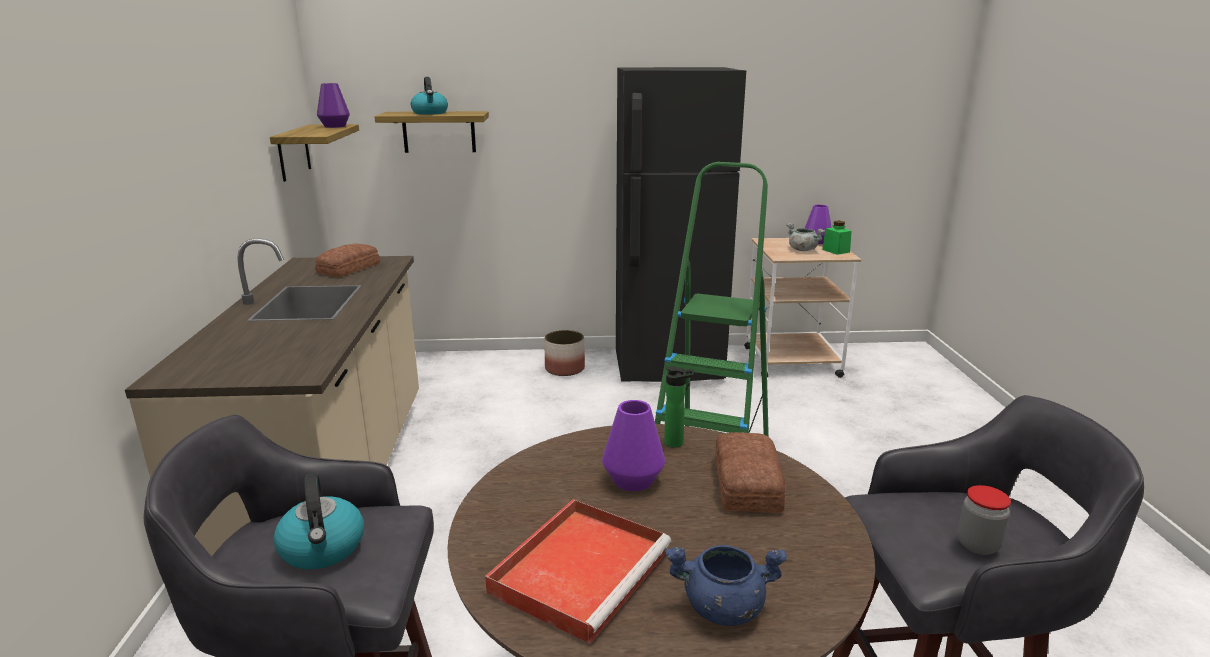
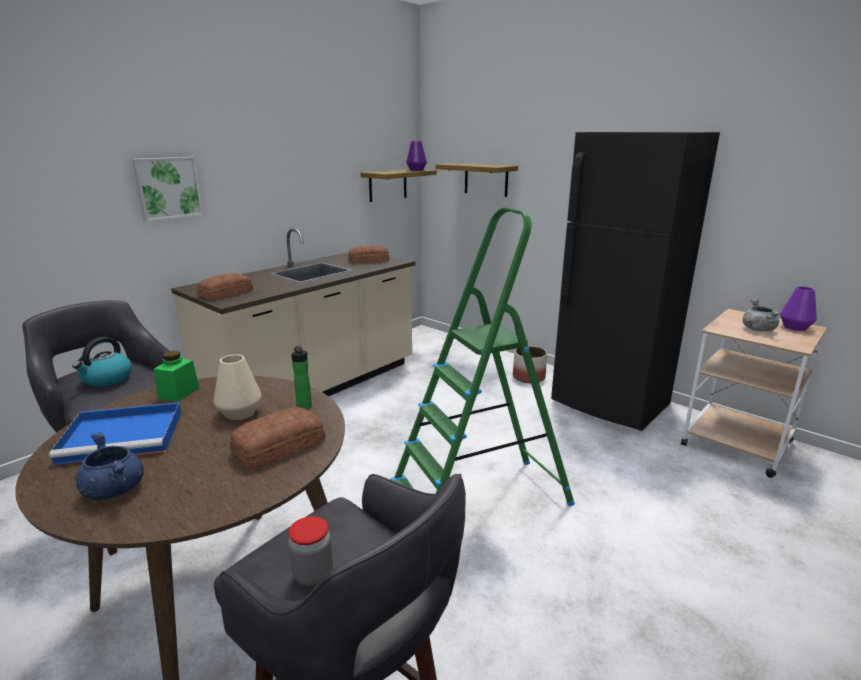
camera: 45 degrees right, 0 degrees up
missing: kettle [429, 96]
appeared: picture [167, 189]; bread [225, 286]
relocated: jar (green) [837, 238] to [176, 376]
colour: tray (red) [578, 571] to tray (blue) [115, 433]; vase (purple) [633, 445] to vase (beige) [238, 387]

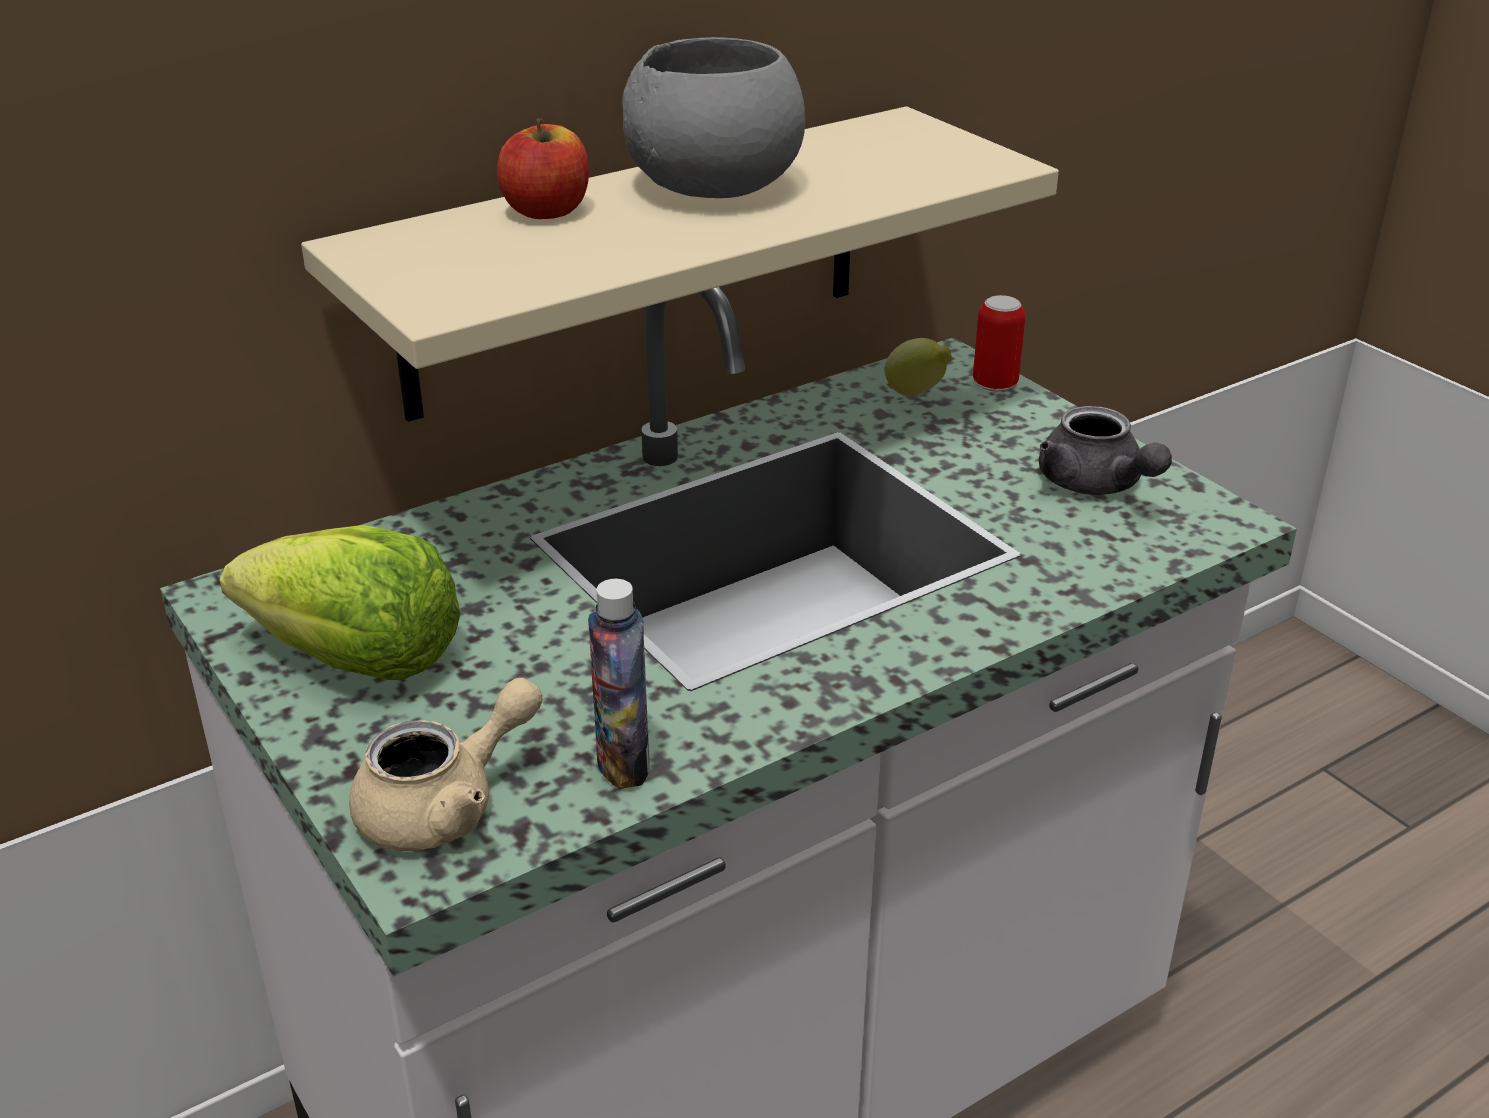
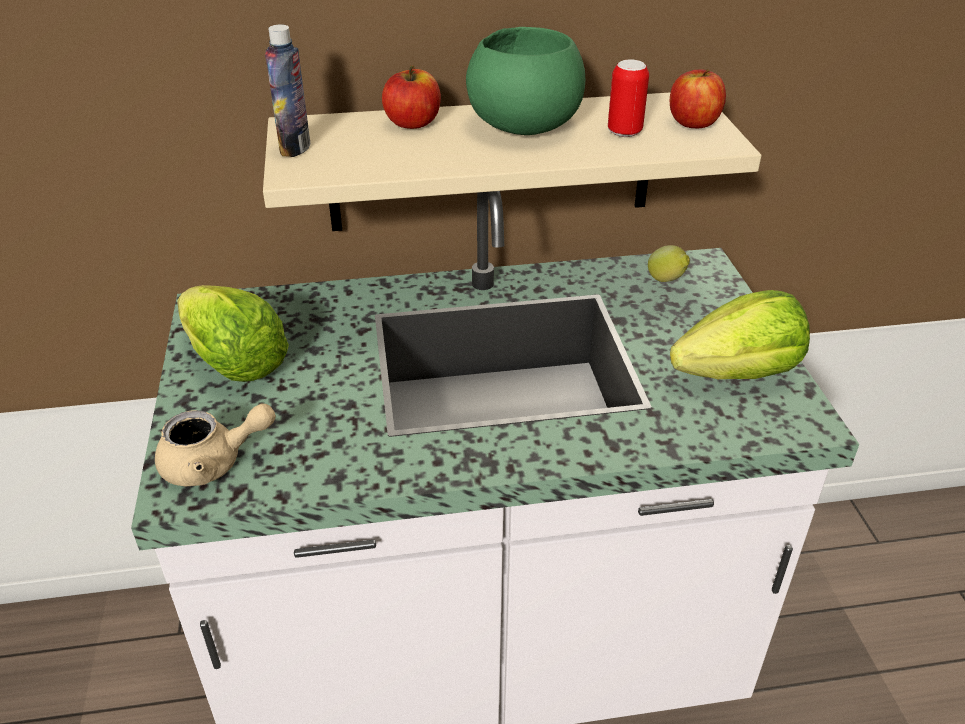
camera: 25 degrees right, 5 degrees up
appeared: apple [698, 98]
relocated: bottle [619, 684] to [287, 90]; can [999, 343] to [628, 98]
exchanged: teapot (grey) [1105, 450] to lettuce [740, 334]
colour: bowl (grey) [713, 117] to bowl (green) [525, 81]

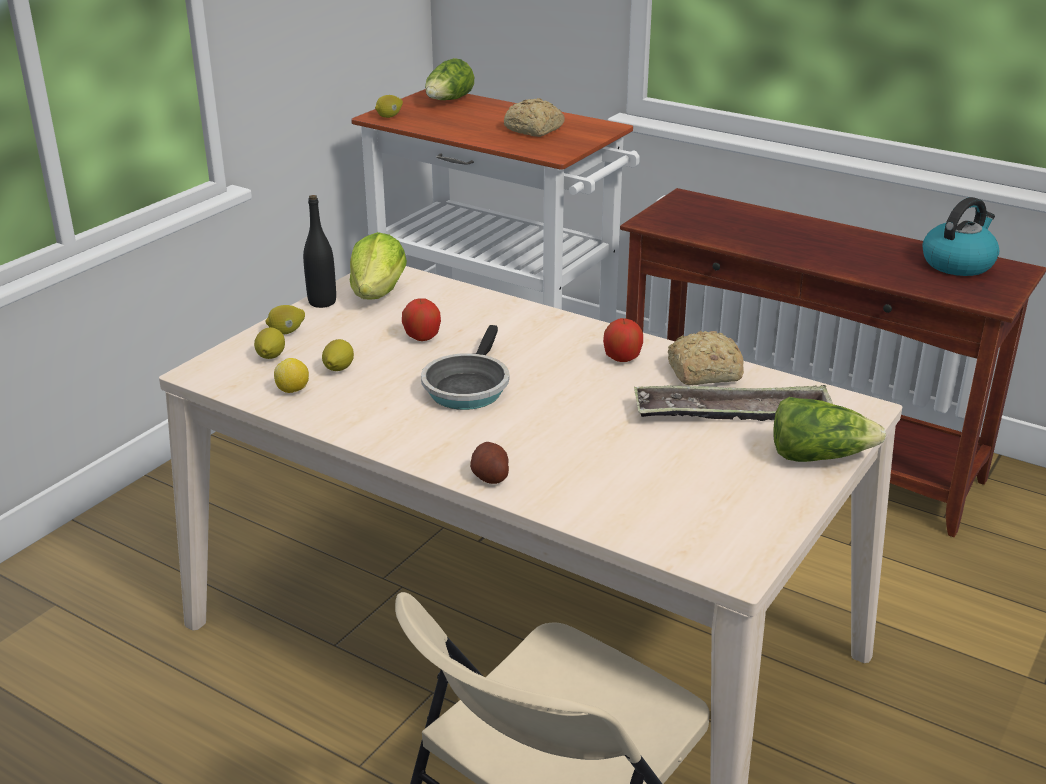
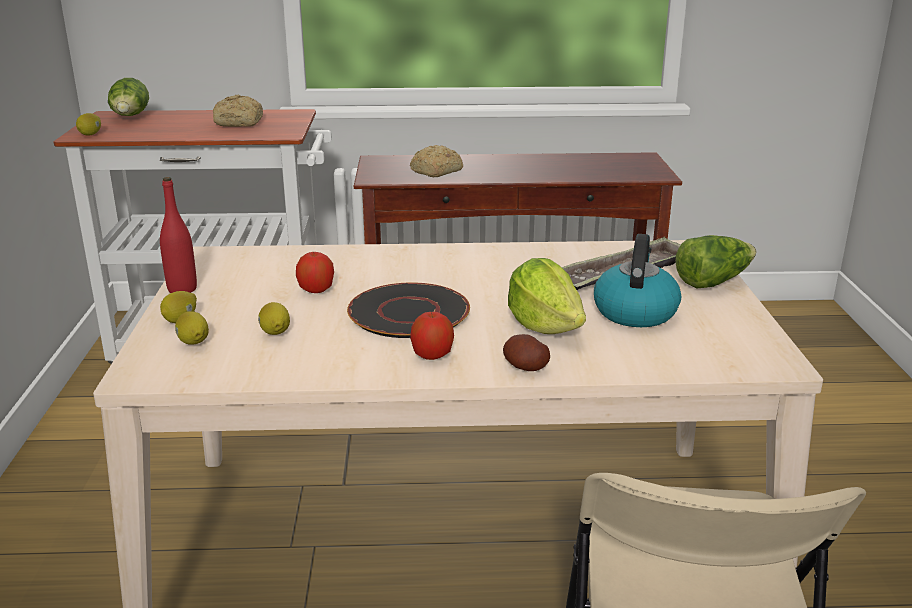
camera: 35 degrees left, 5 degrees down
missing: lemon [291, 375]
relocated: bread [706, 358] to [436, 161]; apple [623, 340] to [432, 336]; lettuce [378, 265] to [547, 296]; kettle [960, 236] to [637, 280]
exchanged: frying pan [465, 367] to plate (black) [408, 310]
colour: bottle (black) [319, 251] to bottle (red) [178, 235]

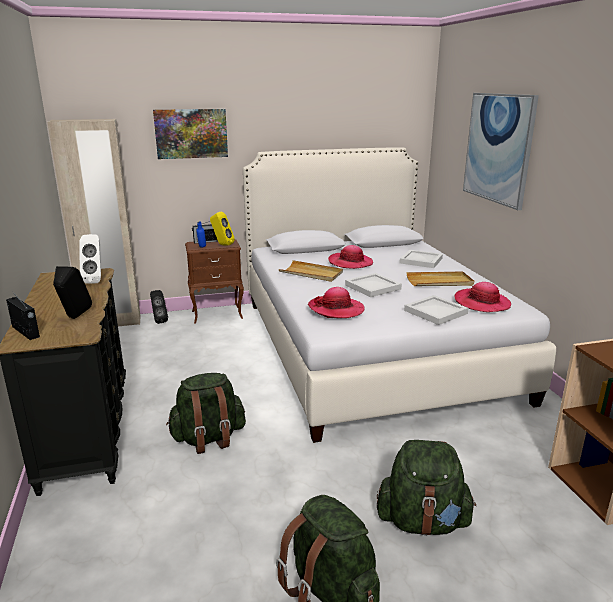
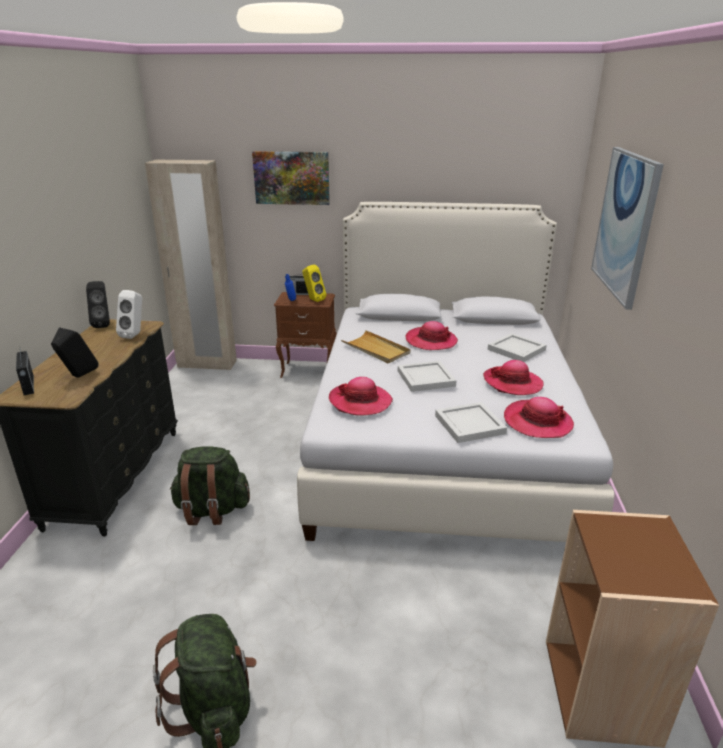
camera: 20 degrees right, 5 degrees up
missing: backpack (green) [426, 488]
relocated: speaker (black) [159, 307] to [98, 304]
exchanged: tray (beige) [440, 278] to hat [513, 377]

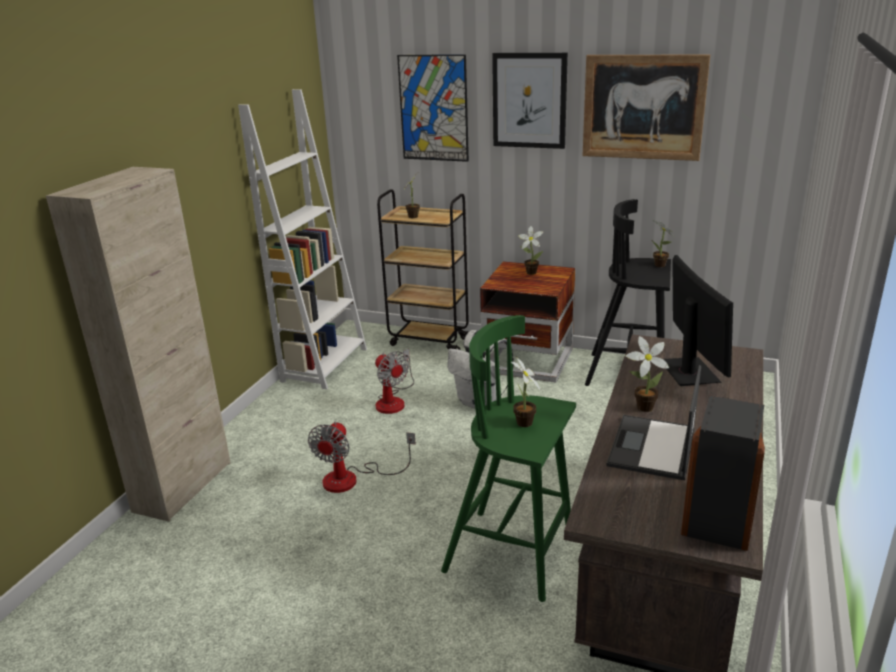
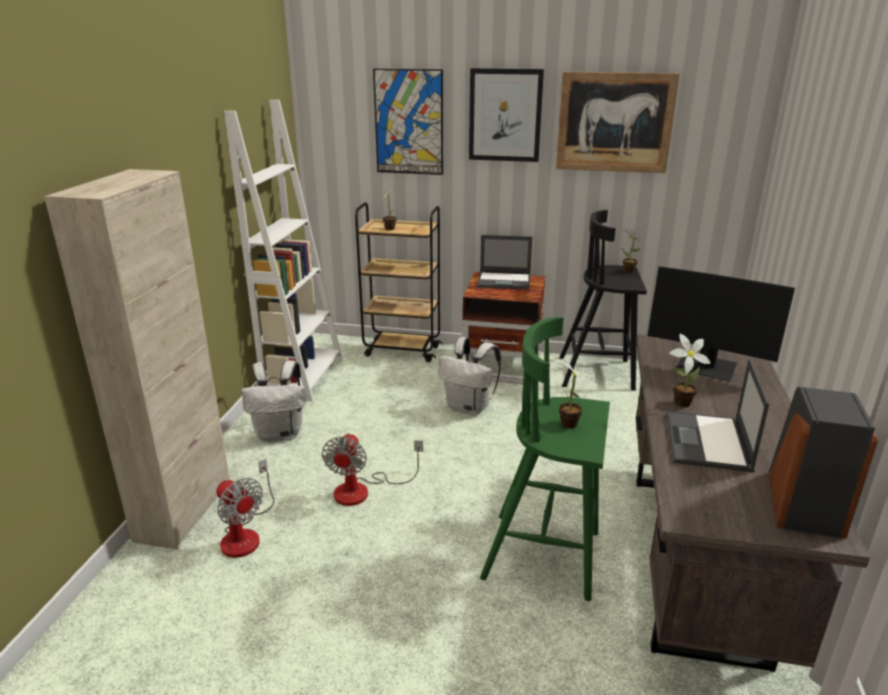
camera: 10 degrees left, 0 degrees up
appeared: backpack (white) [274, 401]
relocated: fan [394, 381] to [245, 508]
exchanged: potted plant [530, 250] to laptop [504, 262]
spun: monitor [698, 320] = [721, 323] 135 degrees clockwise

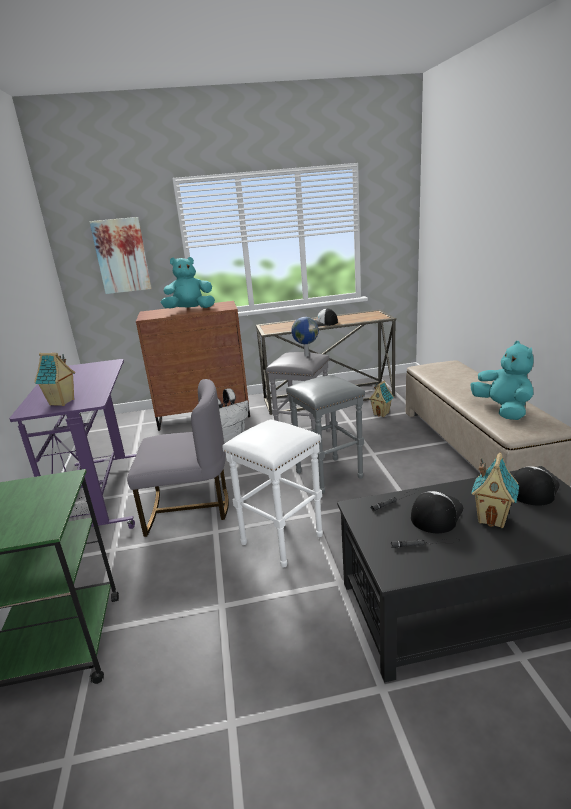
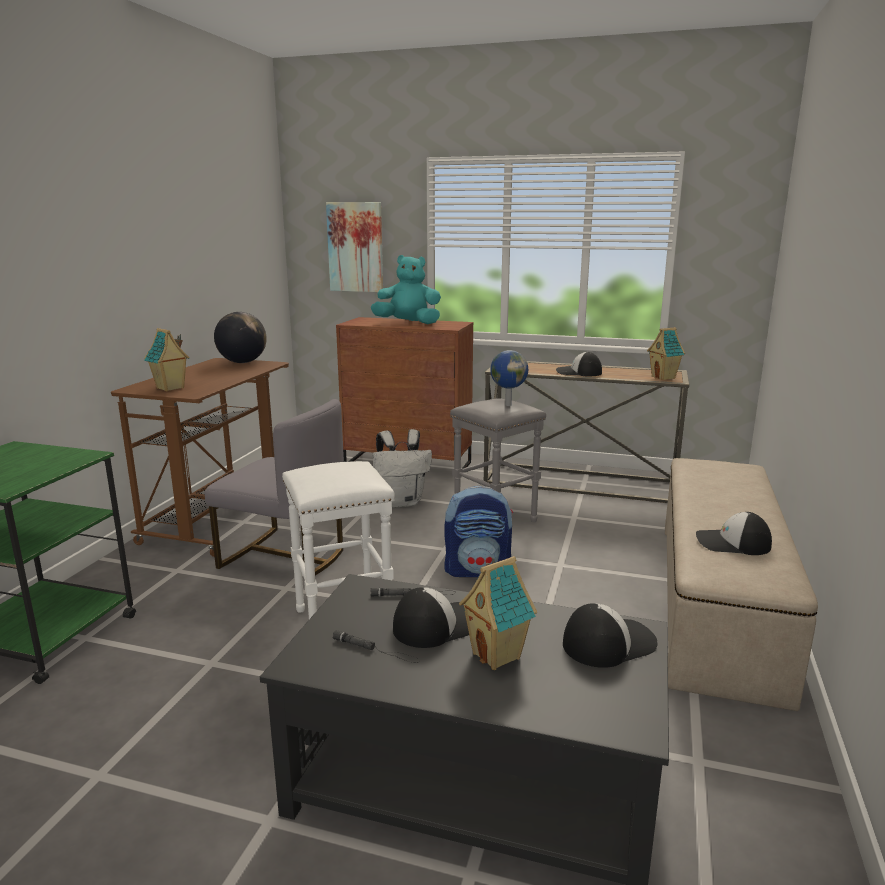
camera: 25 degrees right, 5 degrees down
appeared: globe [240, 337]
relocated: toy house [381, 398] to [666, 353]
exchanged: stool (grey) [325, 434] to backpack [479, 531]; plush toy (turquoise) [501, 380] to cap [734, 533]
colour: desk (purple) [73, 444] to desk (brown) [200, 457]

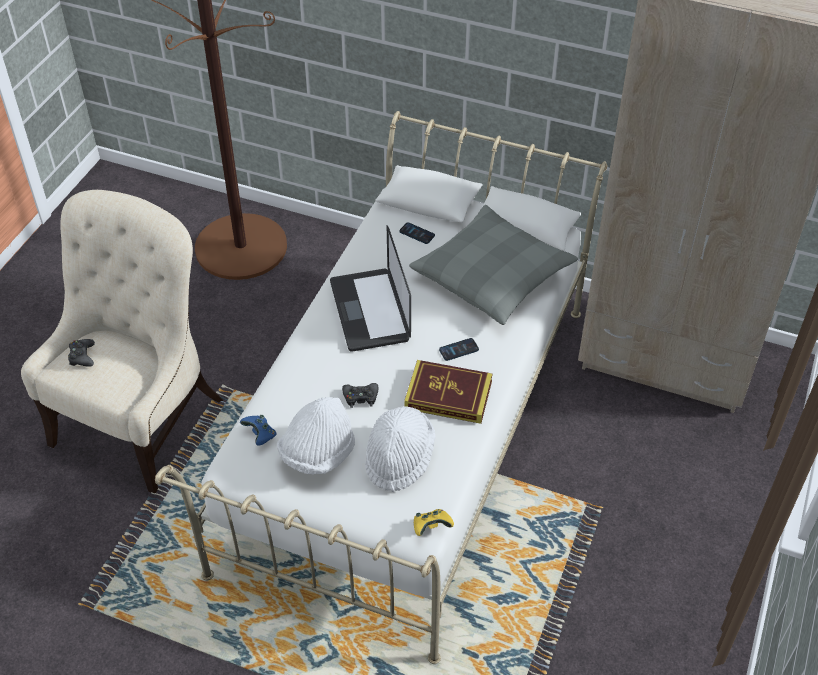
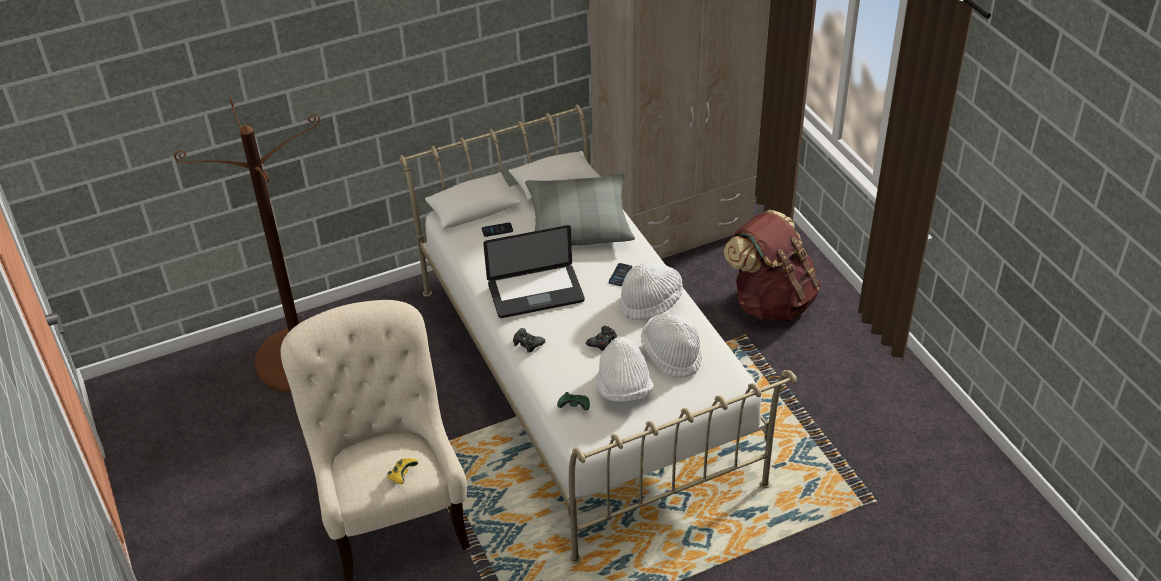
camera: 45 degrees left, 5 degrees down
appeared: backpack (brown) [772, 265]
relocated: game controller (yellow) [434, 522] to [403, 471]; game controller (black) [81, 353] to [529, 340]
exchanged: book [448, 392] to hat (white) [651, 291]
colour: game controller (blue) [258, 430] to game controller (green) [573, 401]
spun: laptop [370, 288] = [534, 271] 45 degrees counterclockwise

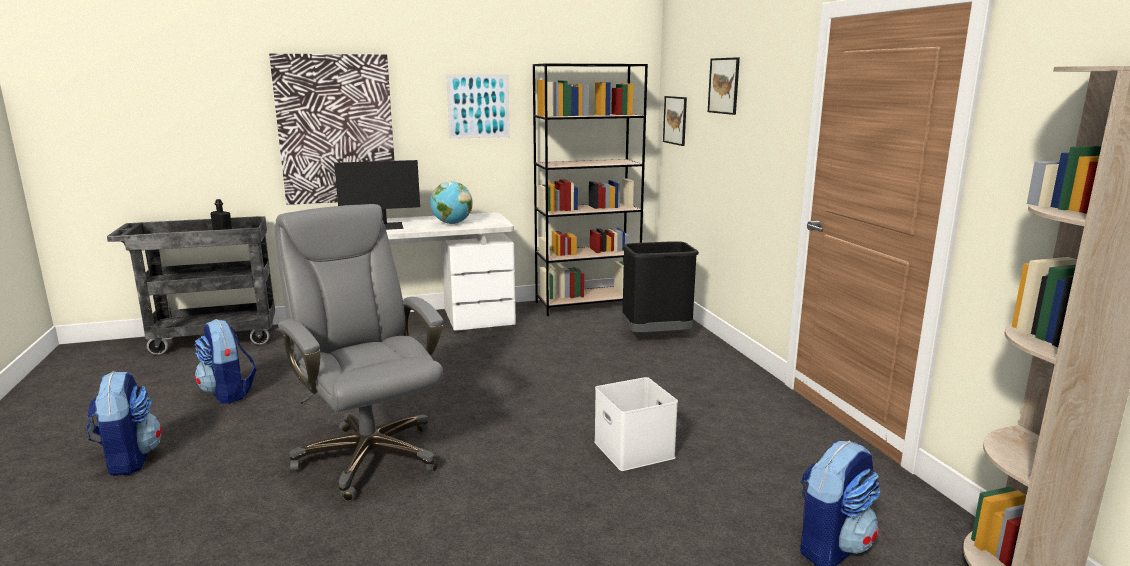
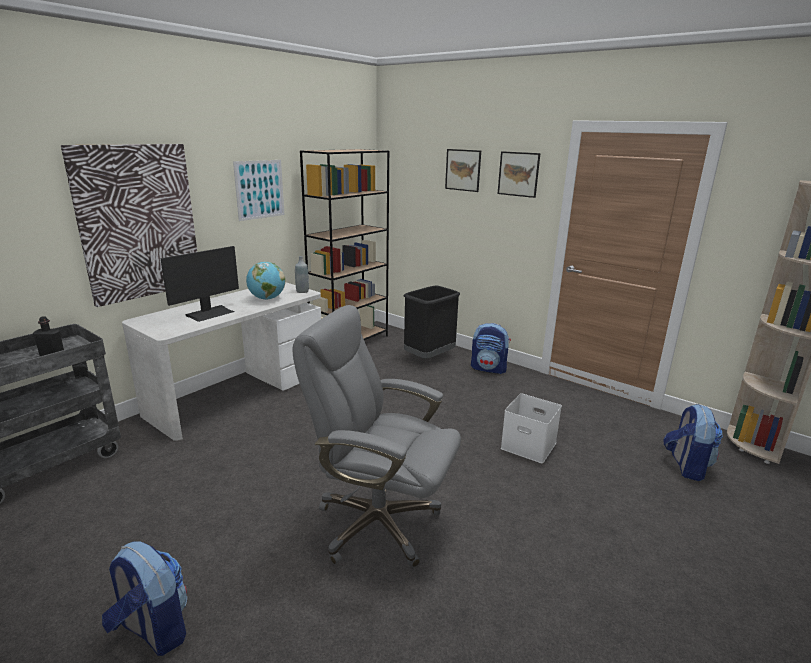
camera: 35 degrees left, 5 degrees up
appeared: bottle (grey) [302, 274]
relocated: backpack [226, 361] to [491, 348]; picture [675, 121] to [519, 174]

